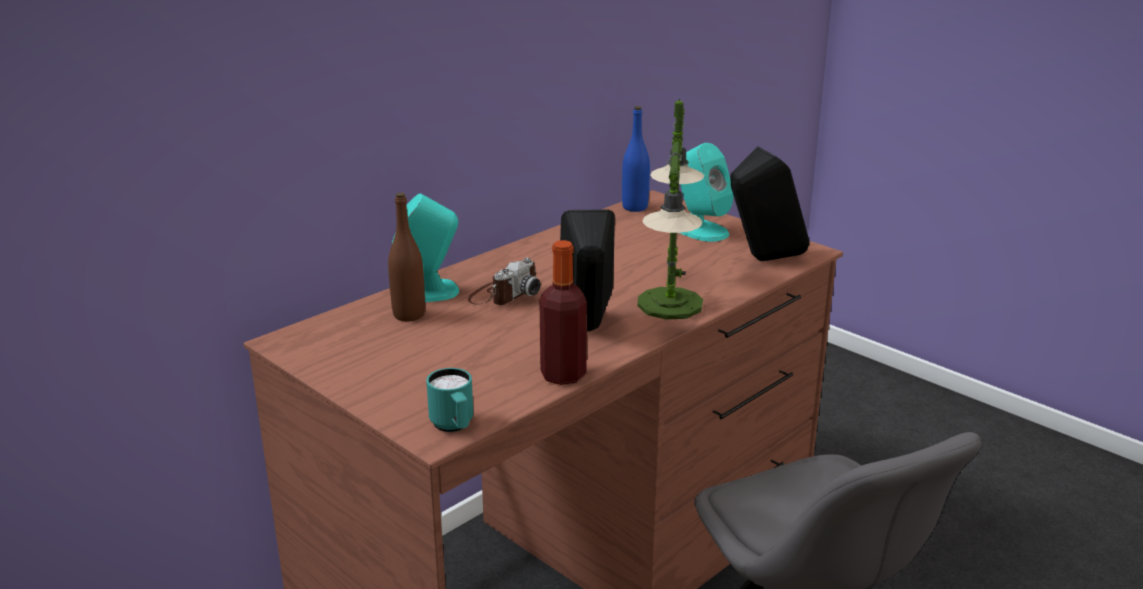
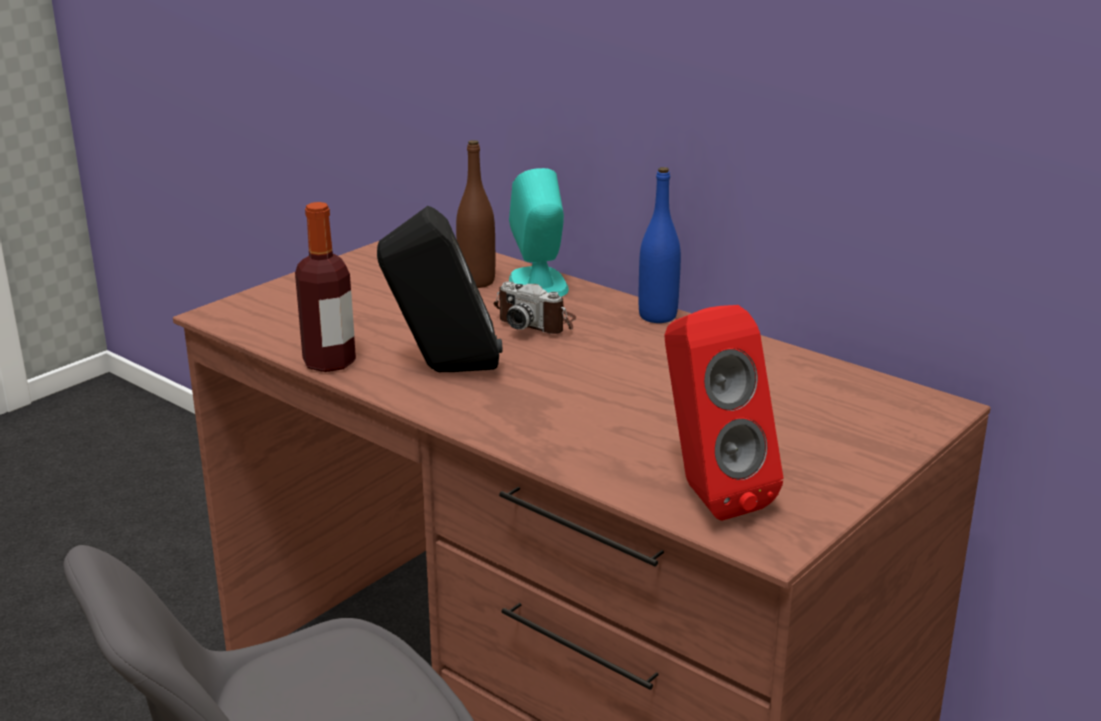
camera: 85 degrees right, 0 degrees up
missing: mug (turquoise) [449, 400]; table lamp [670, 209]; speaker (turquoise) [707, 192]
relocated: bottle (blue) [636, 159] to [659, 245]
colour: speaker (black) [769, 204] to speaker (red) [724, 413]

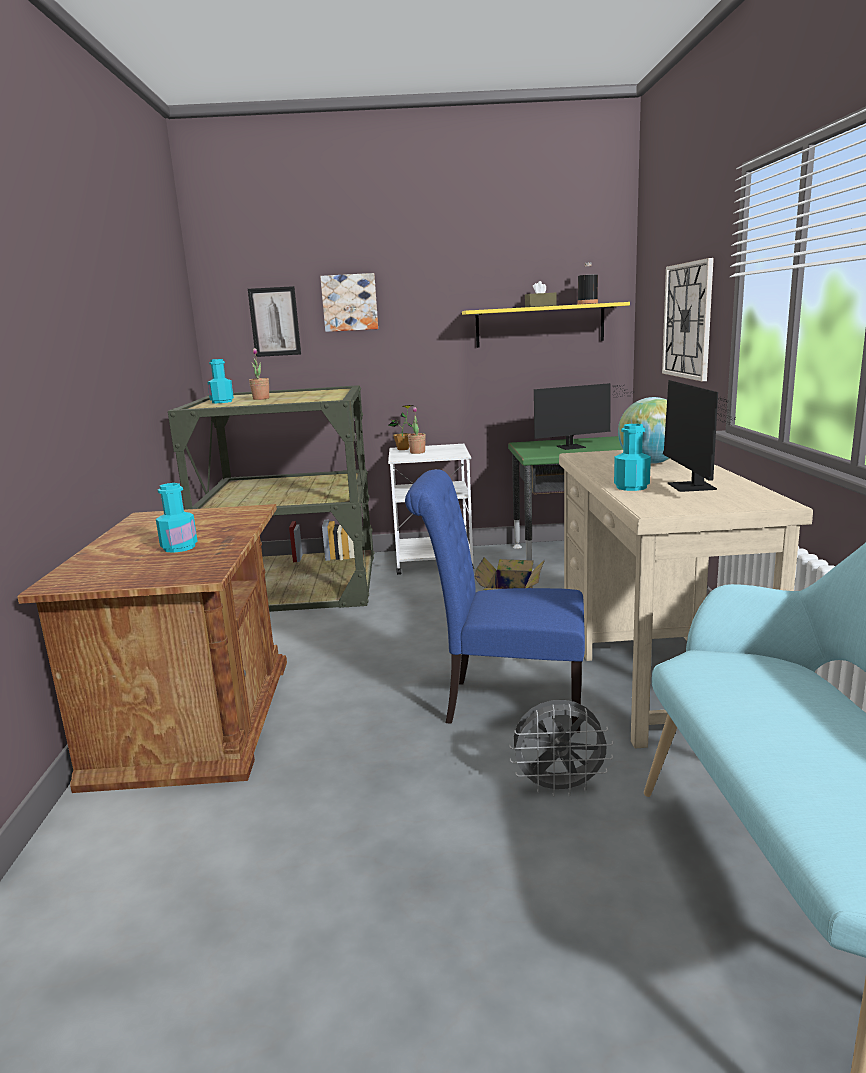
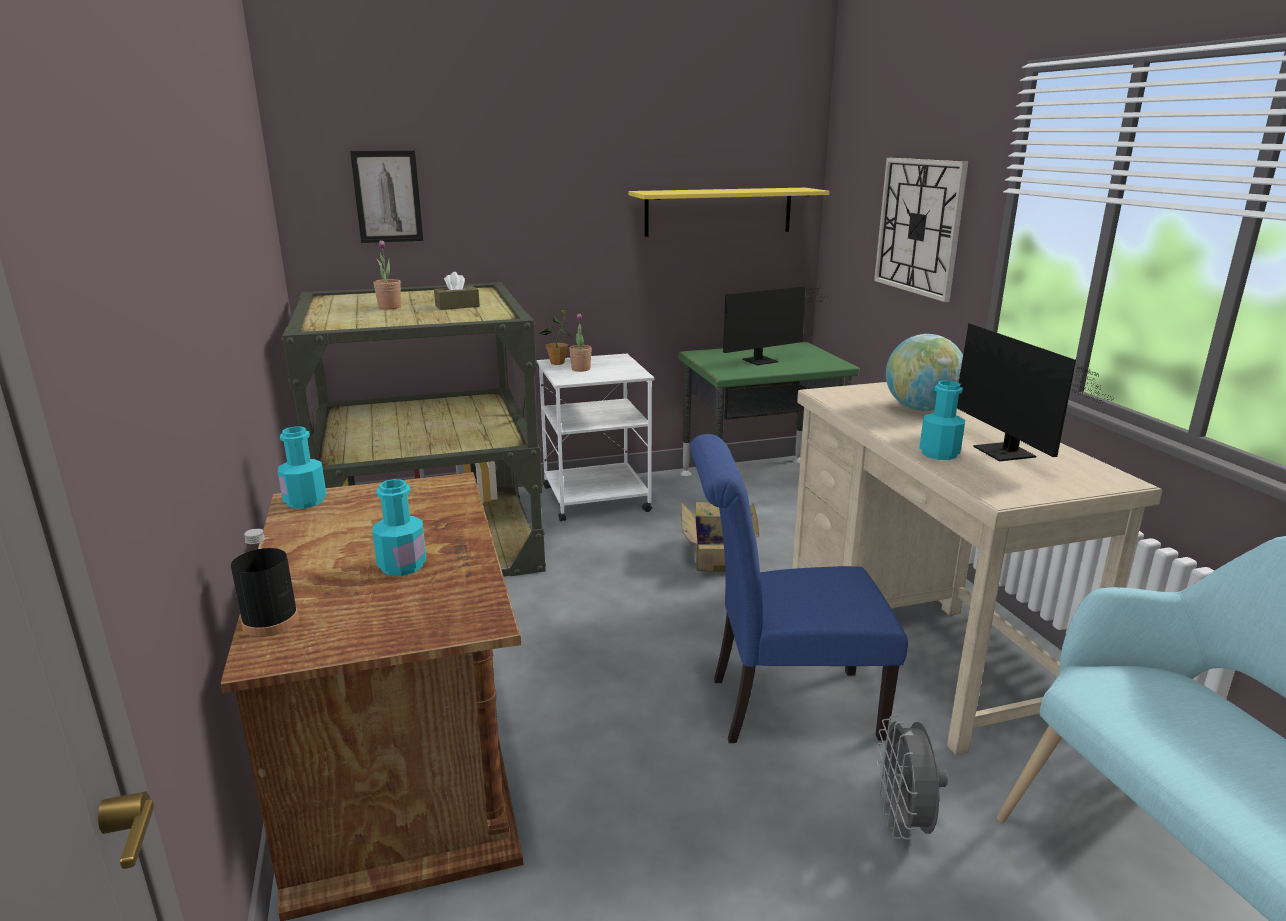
camera: 15 degrees left, 5 degrees up
missing: picture [349, 302]
relocated: bottle (black) [587, 283] to [265, 582]; bottle (turquoise) [221, 381] to [302, 467]; tissue box (brown) [540, 294] to [457, 291]
spun: fan (grey) [561, 748] = [912, 777] 105 degrees clockwise

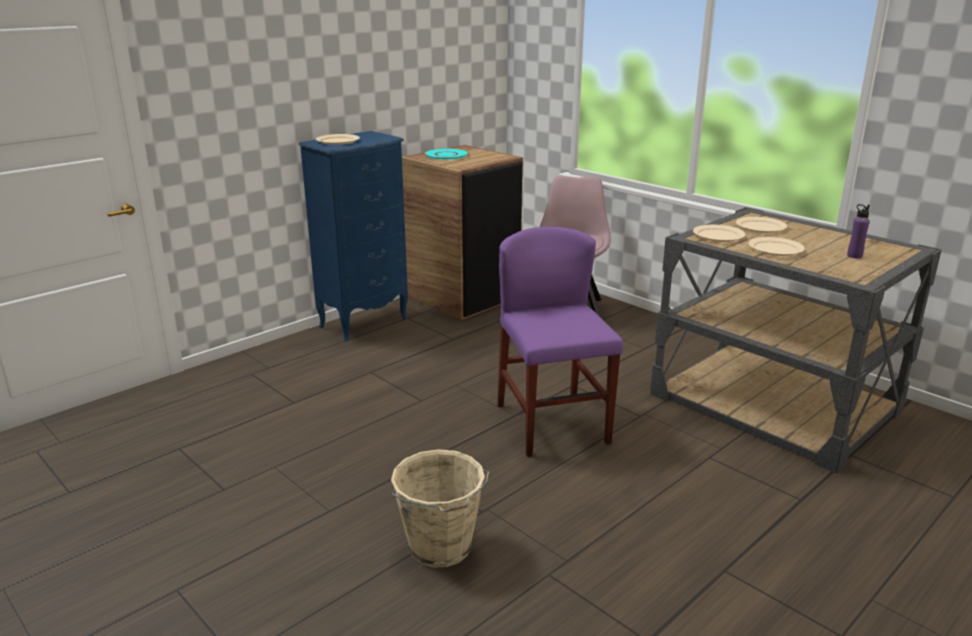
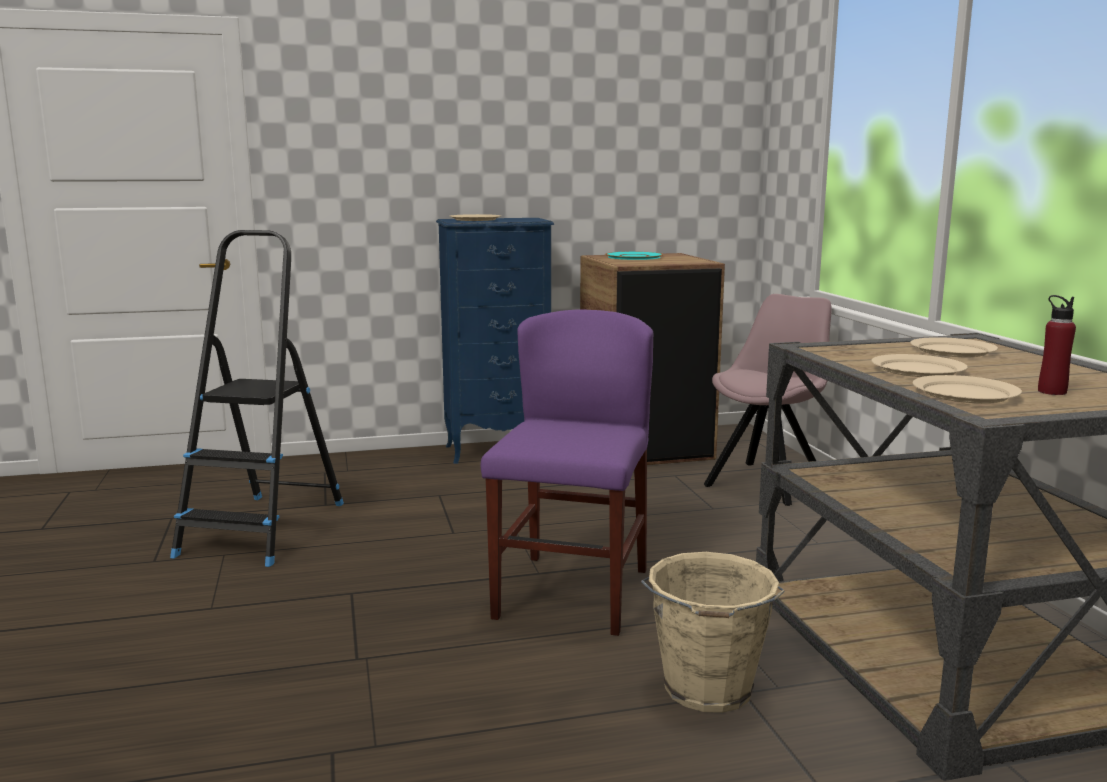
camera: 30 degrees right, 10 degrees down
appeared: step ladder (black) [257, 398]
relocated: bucket (beige) [440, 508] to [713, 632]; plate (beige) [719, 233] to [967, 389]
colour: bottle (purple) [858, 231] to bottle (red) [1057, 345]

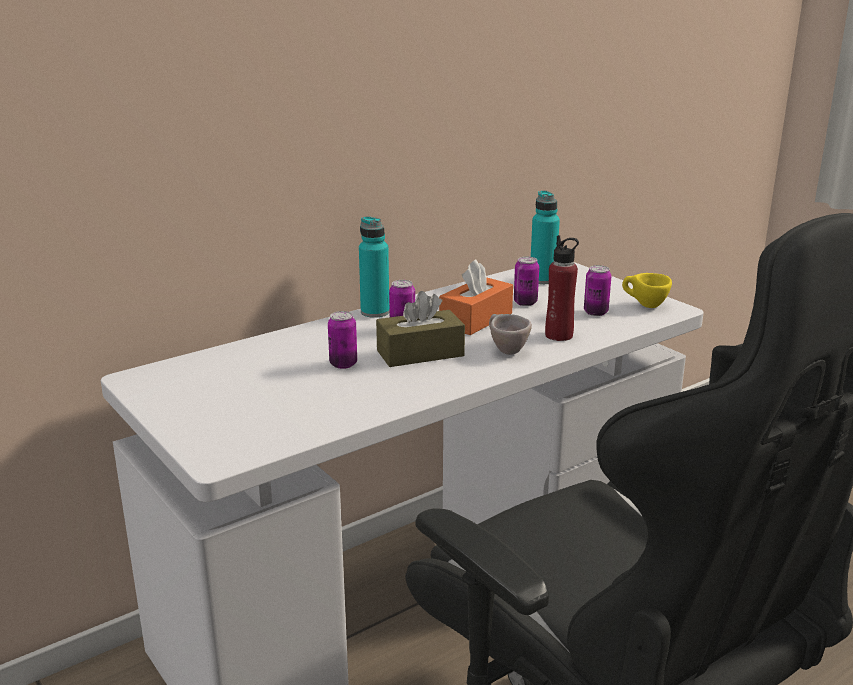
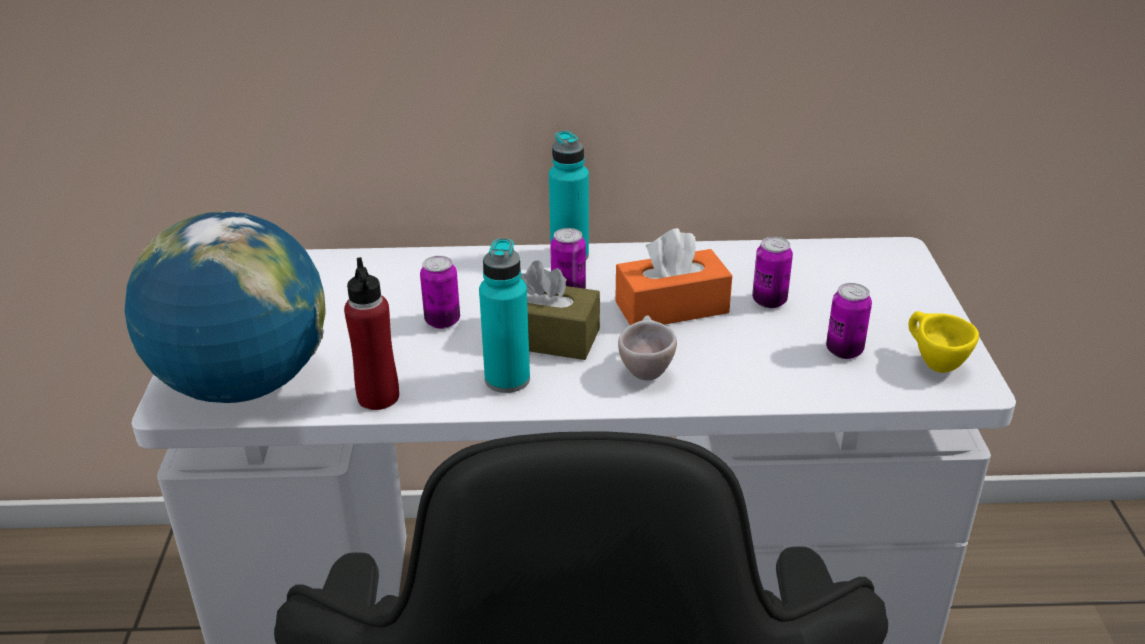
camera: 35 degrees right, 10 degrees up
appeared: globe [225, 307]
relocated: bottle (red) [562, 288] to [371, 333]; bottle (turquoise) [545, 237] to [504, 315]

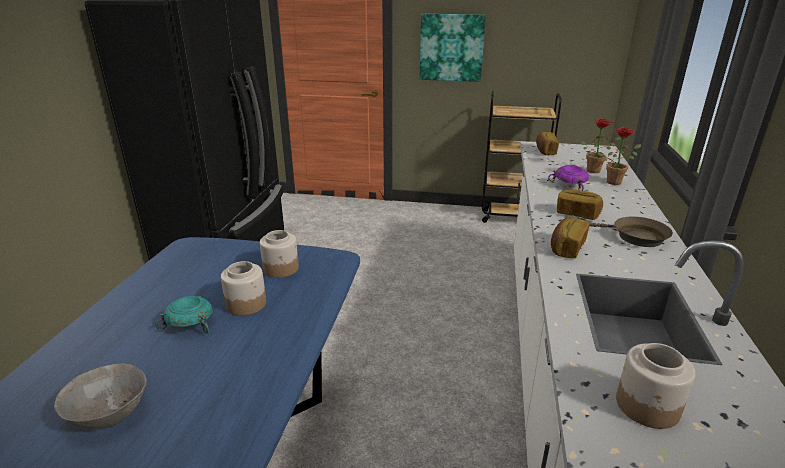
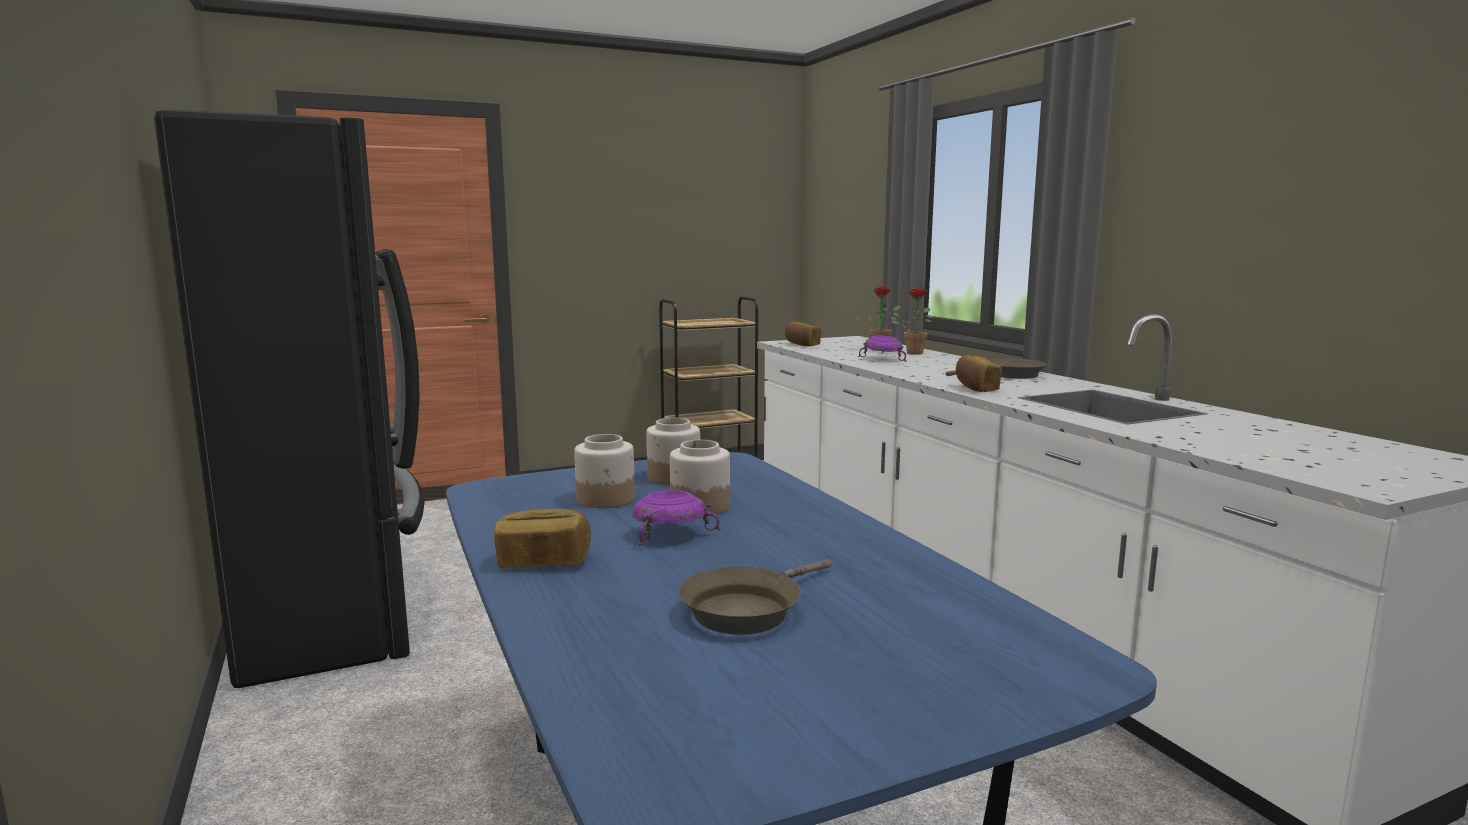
camera: 35 degrees left, 15 degrees down
missing: picture [453, 48]
relocated: bread [580, 204] to [542, 539]; jar [655, 386] to [604, 471]
exchanged: bowl (grey) [100, 396] to frying pan (brown) [755, 597]
colour: bowl (turquoise) [184, 315] to bowl (purple) [676, 517]

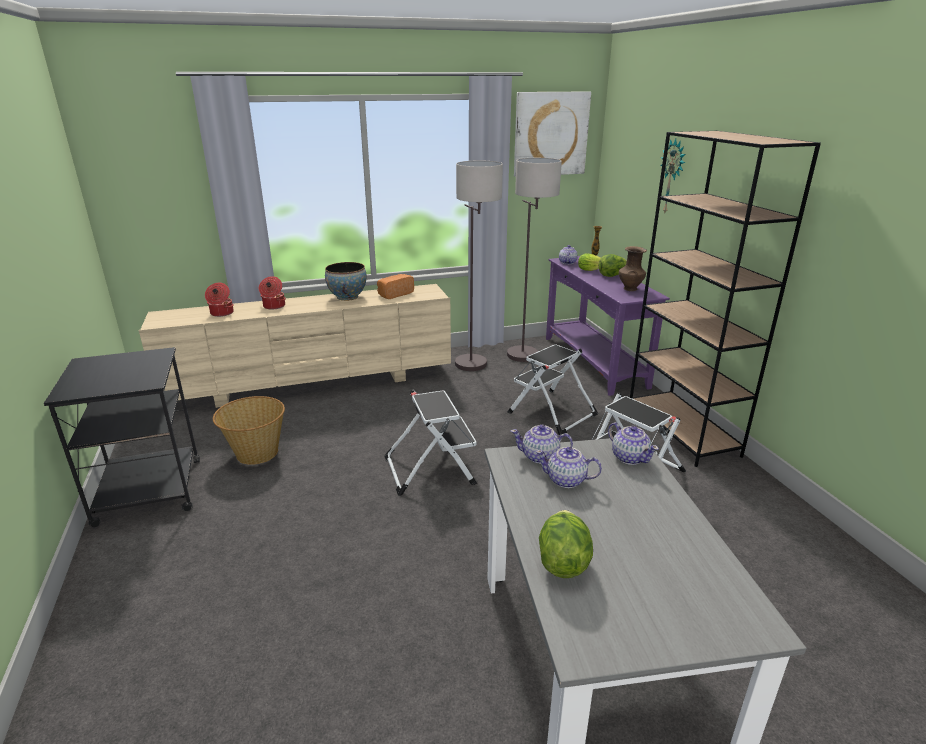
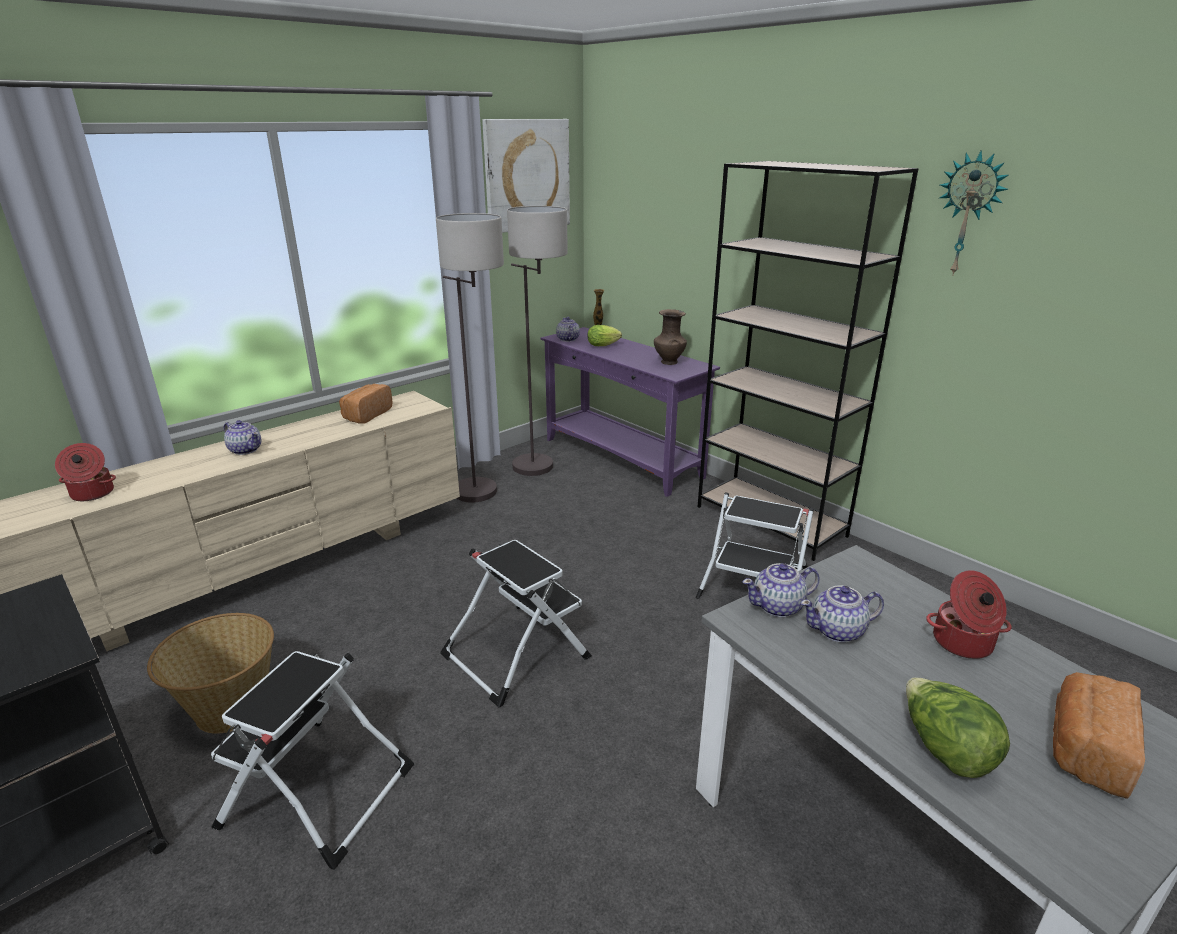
camera: 25 degrees left, 0 degrees up
missing: bowl [345, 281]; lettuce [613, 265]
appeared: bread [1099, 735]
relocated: step ladder [552, 390] to [312, 760]; teapot [633, 443] to [243, 437]; cooking pot [272, 292] to [968, 614]; wall clock [673, 176] to [974, 212]

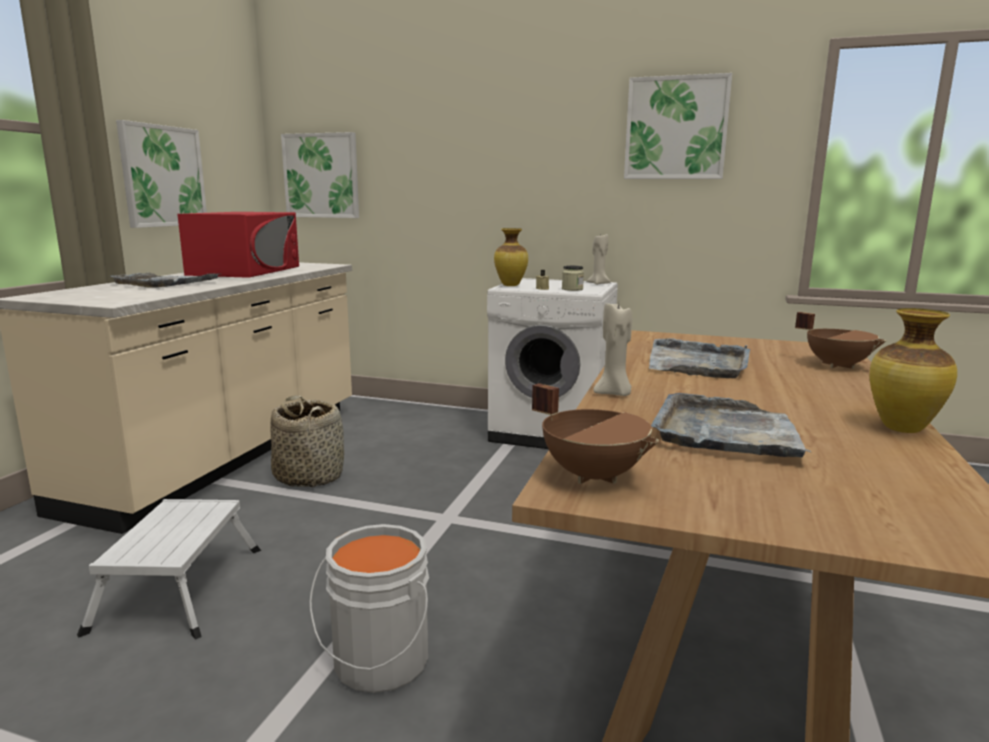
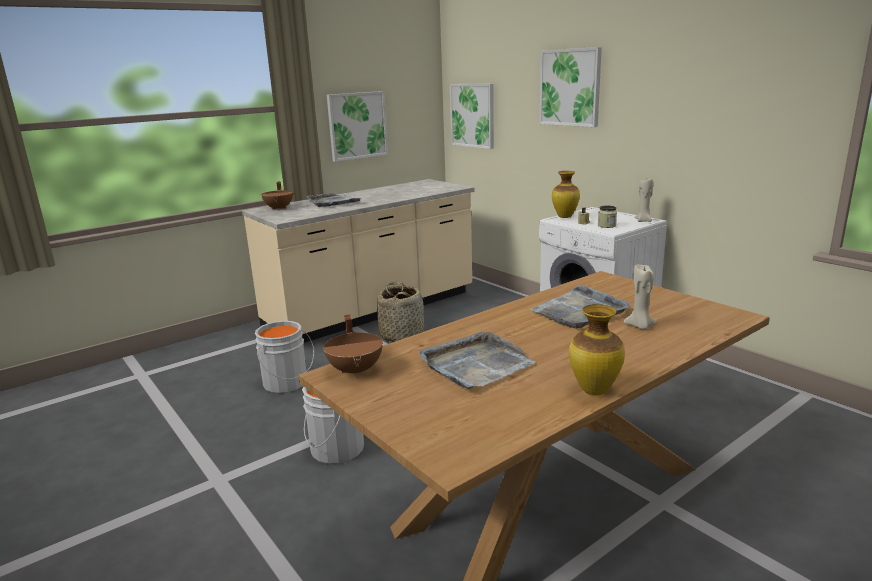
camera: 35 degrees right, 5 degrees up
missing: microwave (red) [238, 245]
relocated: cooking pot (brown) [841, 340] to [277, 195]; picture [678, 126] to [570, 87]; candle (beige) [612, 349] to [640, 297]
exchanged: step ladder (white) [169, 569] to bucket (grey) [284, 357]

